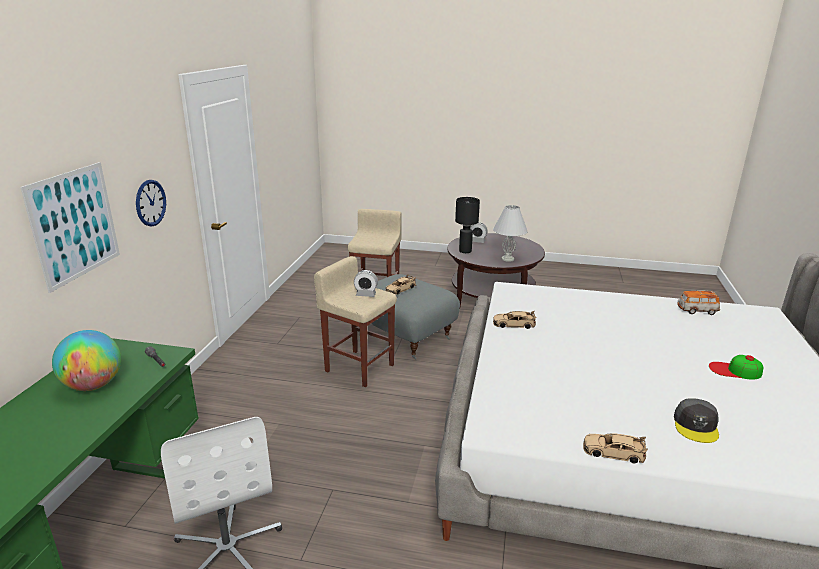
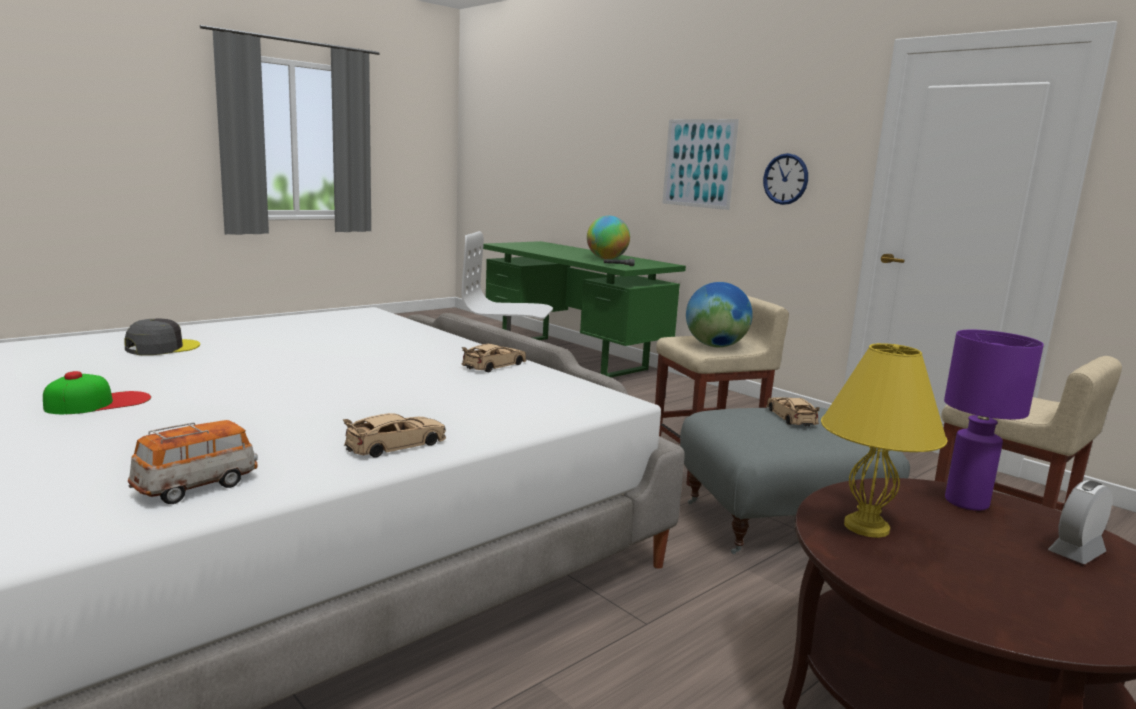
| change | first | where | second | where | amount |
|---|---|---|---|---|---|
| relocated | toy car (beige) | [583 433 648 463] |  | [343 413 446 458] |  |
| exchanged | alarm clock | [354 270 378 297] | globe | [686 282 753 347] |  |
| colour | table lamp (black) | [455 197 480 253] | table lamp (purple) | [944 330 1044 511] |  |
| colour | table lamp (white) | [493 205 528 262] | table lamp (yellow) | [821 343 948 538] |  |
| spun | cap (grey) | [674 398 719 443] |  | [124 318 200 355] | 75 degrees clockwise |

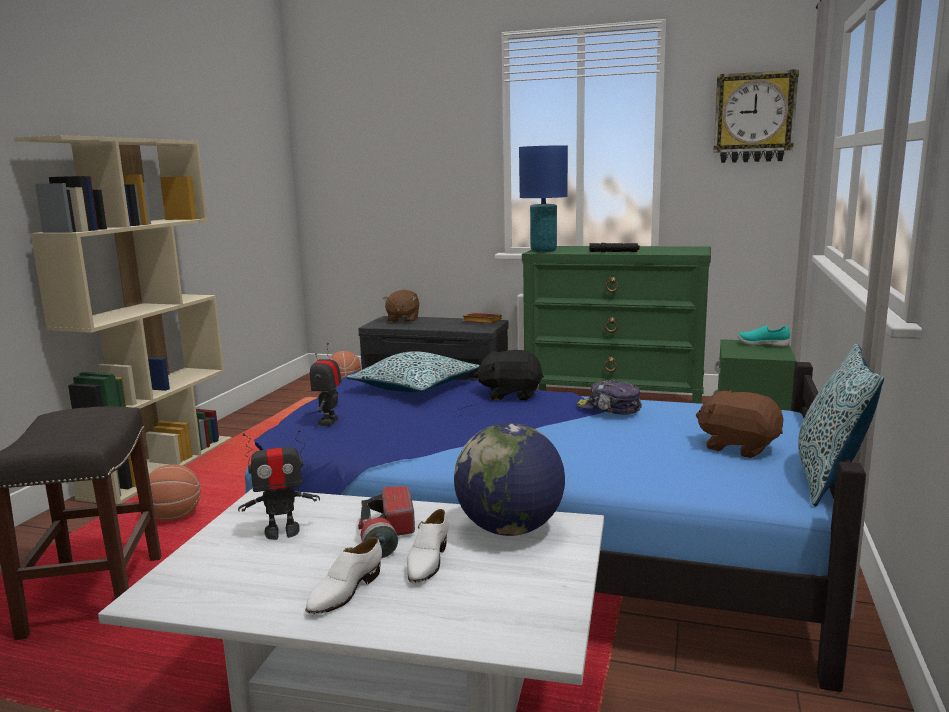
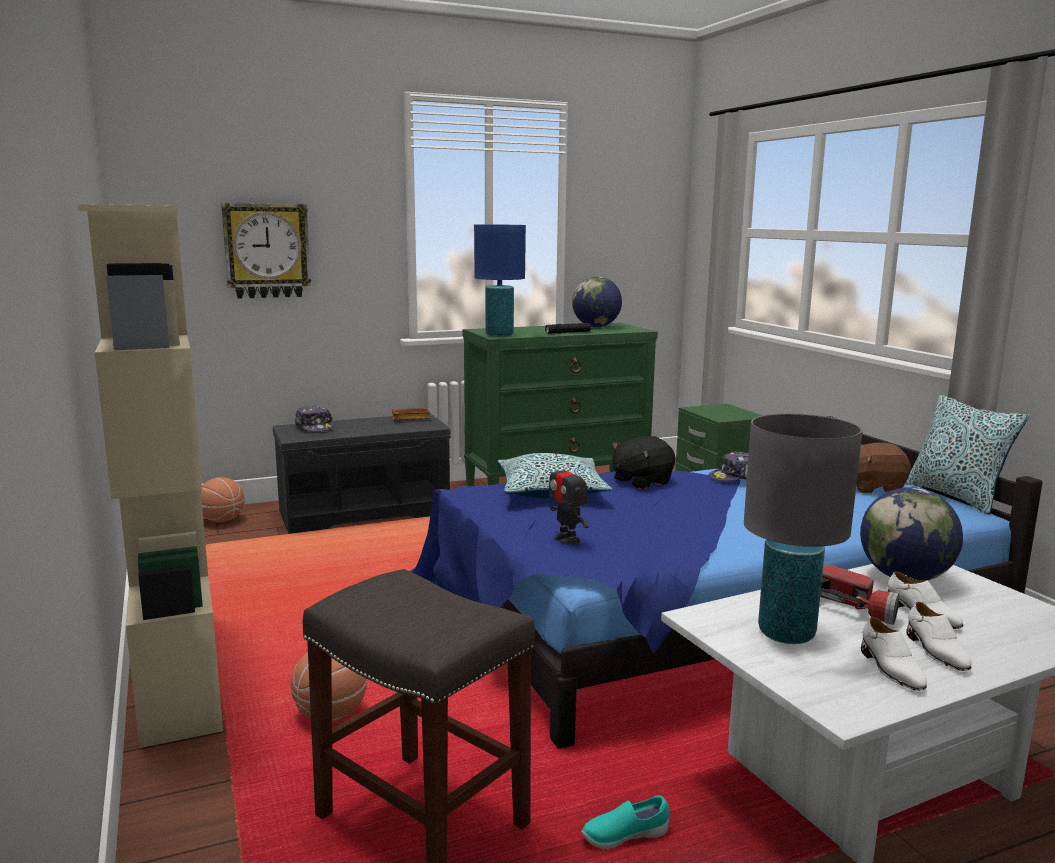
| change | first | where | second | where | amount |
|---|---|---|---|---|---|
| appeared |  |  | globe | [572 277 622 327] |  |
| appeared |  |  | shoe (white) | [861 617 927 691] |  |
| relocated | wall clock | [713 69 799 163] |  | [221 203 311 299] |  |
| relocated | shoe (turquoise) | [737 325 790 347] |  | [581 795 670 849] |  |
| exchanged | toy robot | [238 430 320 540] | table lamp (grey) | [744 413 863 644] |  |
| exchanged | plush toy (brown) | [383 290 419 323] | cap | [295 405 334 432] |  |

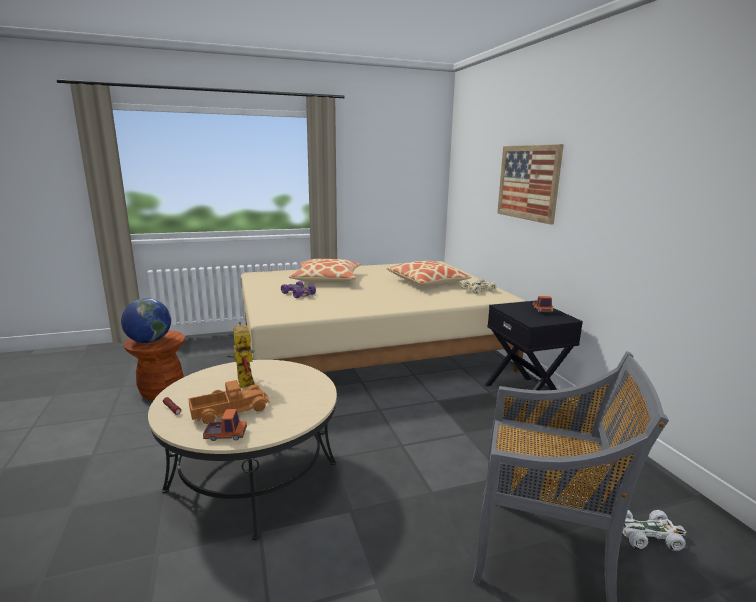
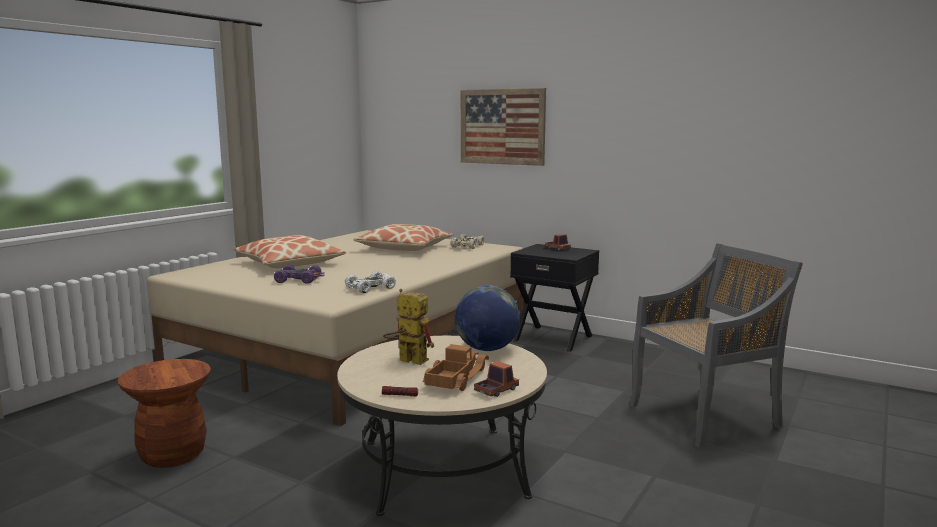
| change | first | where | second | where | amount |
|---|---|---|---|---|---|
| relocated | globe | [121 298 171 343] |  | [455 285 520 351] |  |
| relocated | toy car (white) | [623 510 686 551] |  | [345 271 396 293] |  |

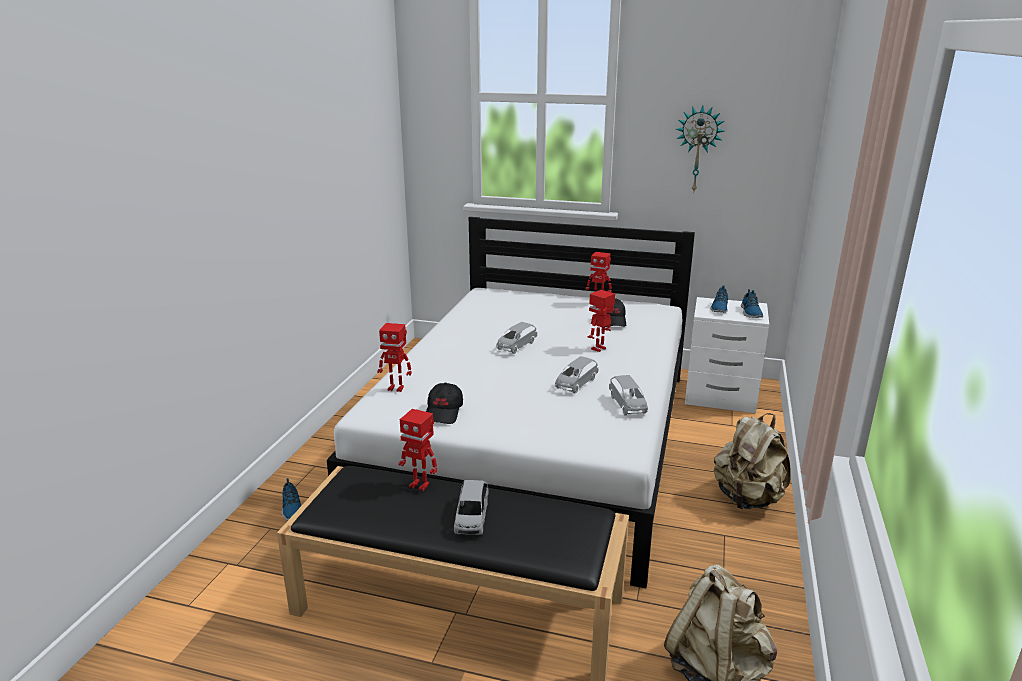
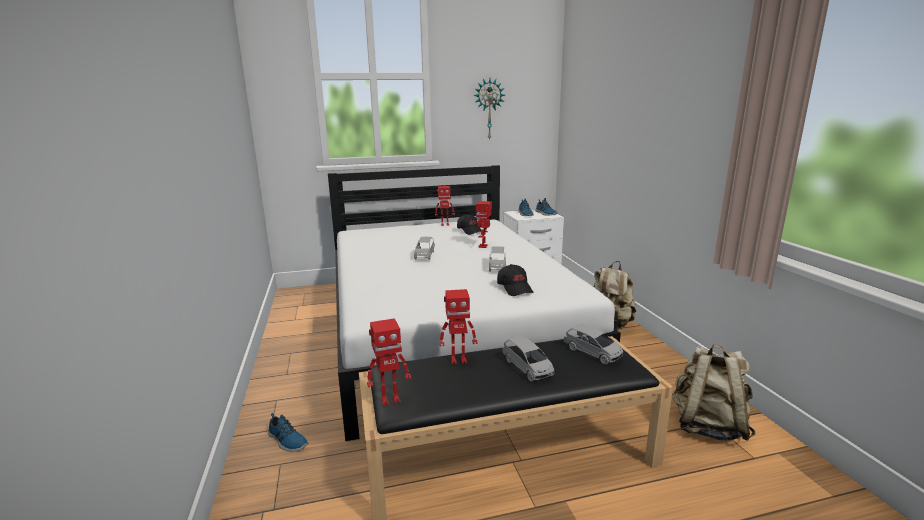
| change | first | where | second | where | amount |
|---|---|---|---|---|---|
| relocated | toy robot | [377 323 412 392] |  | [367 318 411 406] |  |
| relocated | cap (black) | [426 383 463 424] |  | [497 264 533 296] |  |
| relocated | toy car (grey) | [609 375 648 415] |  | [564 323 623 364] |  |

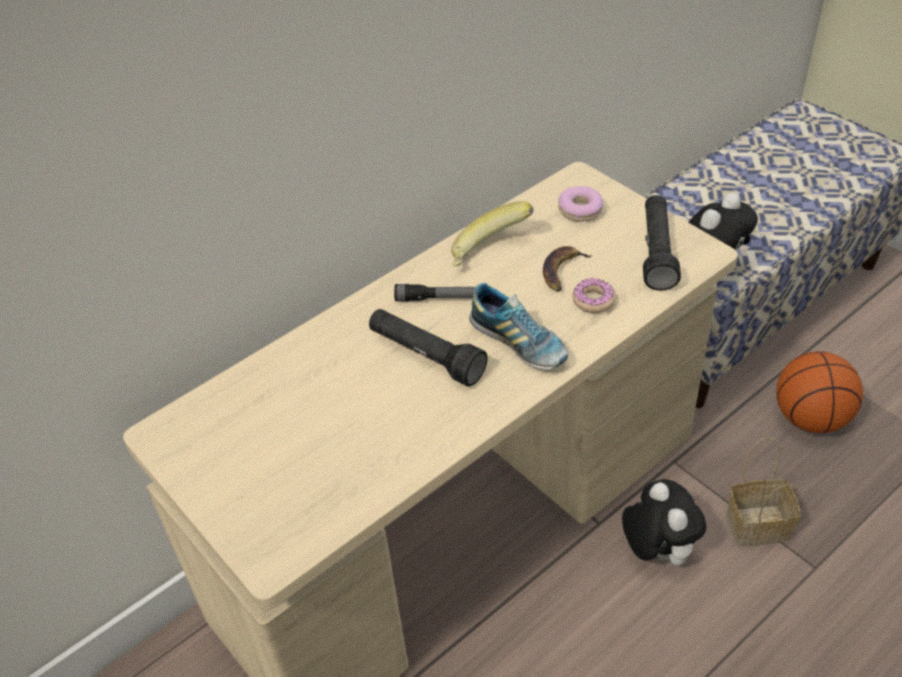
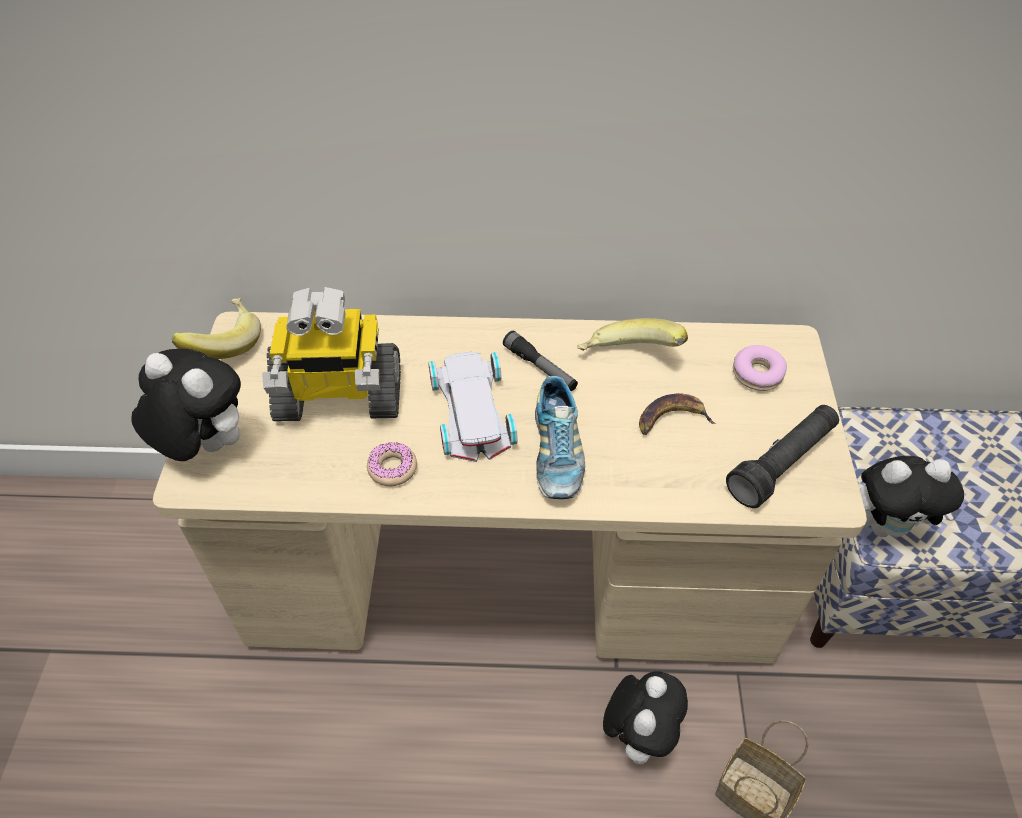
| change | first | where | second | where | amount |
|---|---|---|---|---|---|
| missing | basketball | [776 351 863 433] |  |  |  |
| appeared |  |  | plush toy | [131 349 241 461] |  |
| appeared |  |  | banana | [172 298 261 359] |  |
| appeared |  |  | toy robot | [262 287 401 421] |  |
| relocated | donut | [572 278 616 313] |  | [367 442 417 486] |  |
| exchanged | flashlight (black) | [369 309 488 387] | toy car (white) | [428 352 518 462] |  |

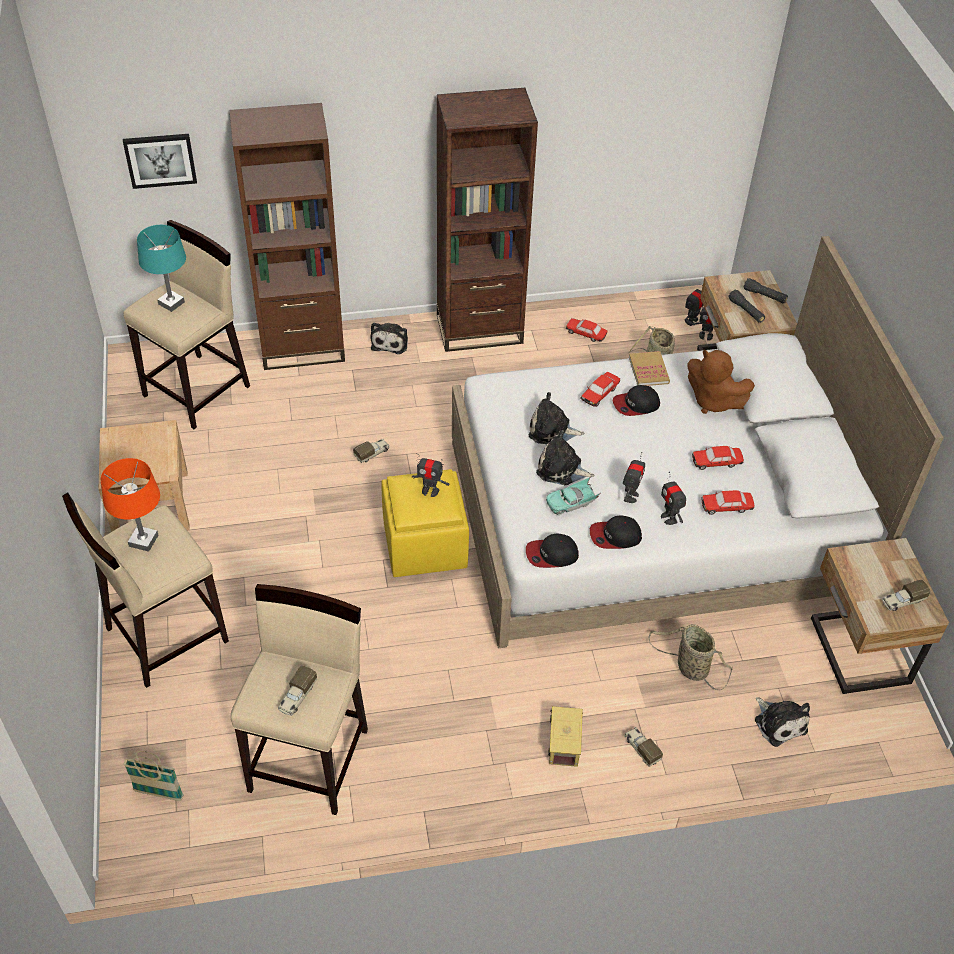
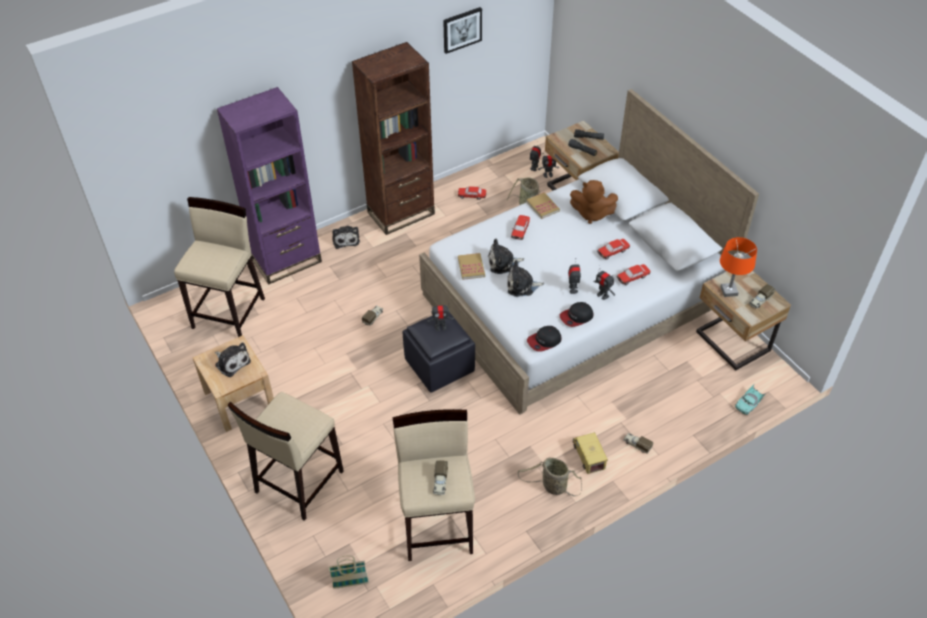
| change | first | where | second | where | amount |
|---|---|---|---|---|---|
| missing | table lamp (turquoise) | [137 225 186 312] |  |  |  |
| missing | cap | [613 385 660 416] |  |  |  |
| appeared |  |  | book | [458 253 485 280] |  |
| relocated | table lamp (orange) | [101 458 160 552] |  | [720 237 757 297] |  |
| relocated | picture | [123 134 197 189] |  | [443 7 482 54] |  |
| relocated | toy car (turquoise) | [546 477 600 515] |  | [735 384 767 415] |  |
| relocated | basket | [648 624 733 690] |  | [518 458 582 496] |  |
| relocated | plush toy | [755 697 810 747] |  | [215 342 251 377] |  |
| colour | bookcase (brown) | [230 103 345 370] | bookcase (purple) | [217 87 322 284] |  |
| colour | ottoman (yellow) | [381 469 469 577] | ottoman (black) | [402 312 475 393] |  |

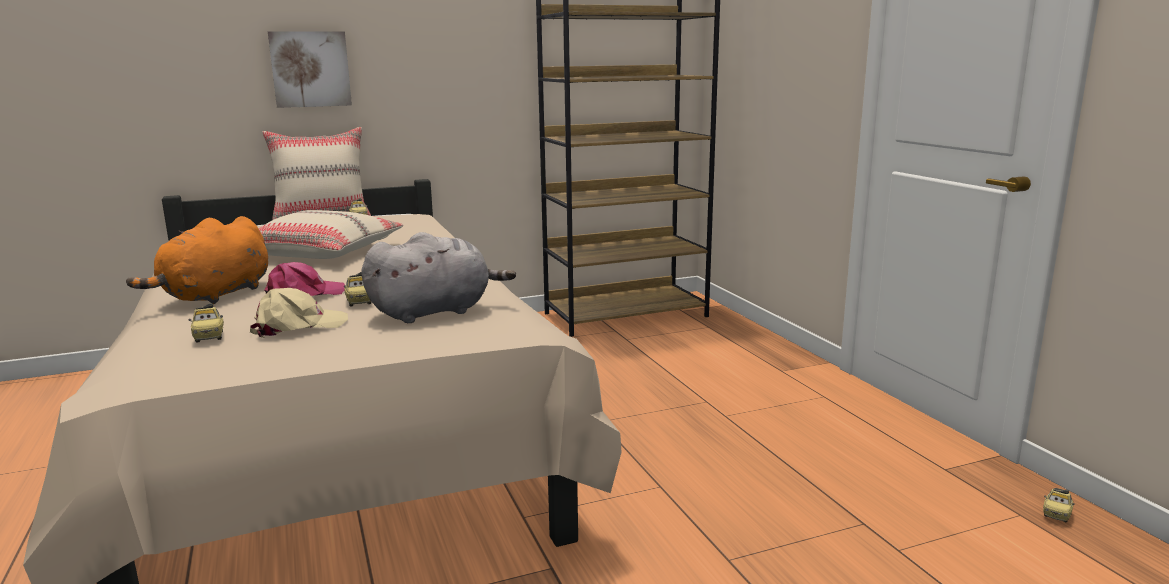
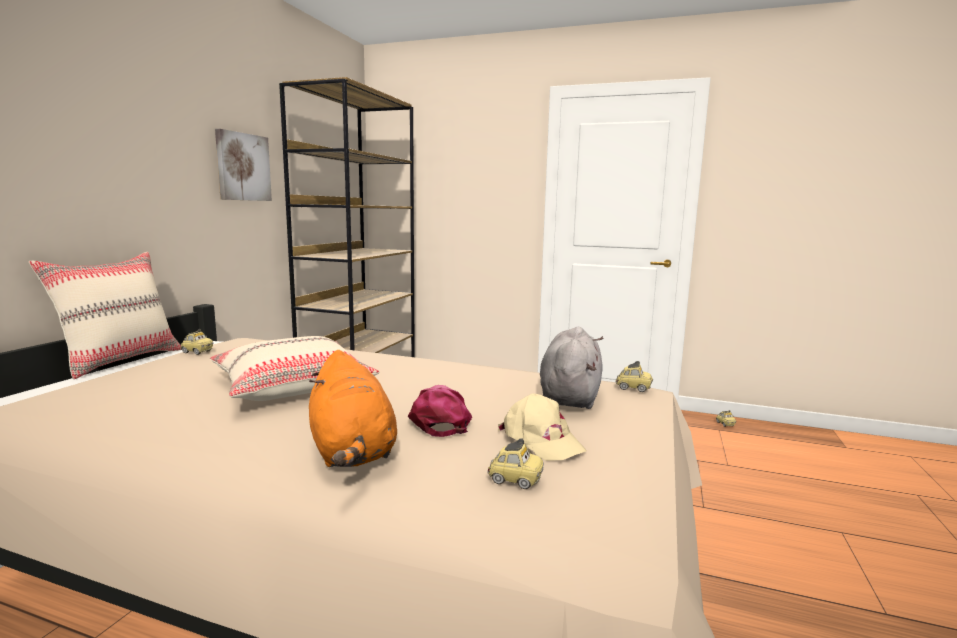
| change | first | where | second | where | amount |
|---|---|---|---|---|---|
| relocated | picture | [268 31 352 108] |  | [215 129 272 201] |  |
| relocated | toy car | [344 272 371 307] |  | [615 361 653 392] |  |
| spun | cap (beige) | [250 288 348 338] |  | [498 393 586 461] | 135 degrees clockwise |

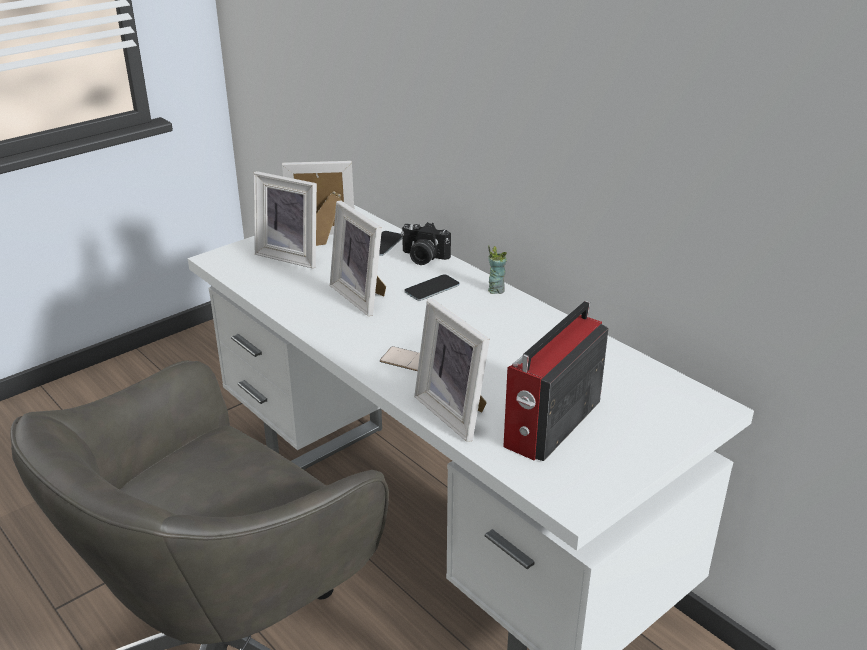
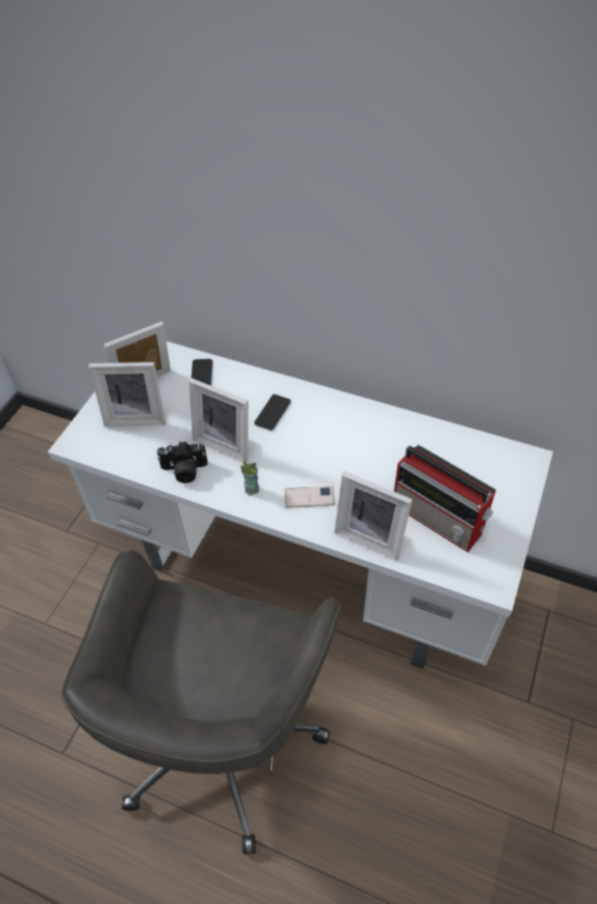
| change | first | where | second | where | amount |
|---|---|---|---|---|---|
| relocated | photo camera | [401 222 451 265] |  | [157 441 208 483] |  |
| relocated | cup | [488 245 507 294] |  | [240 461 259 496] |  |
| spun | radio | [503 301 609 461] |  | [394 445 496 552] | 60 degrees counterclockwise |

